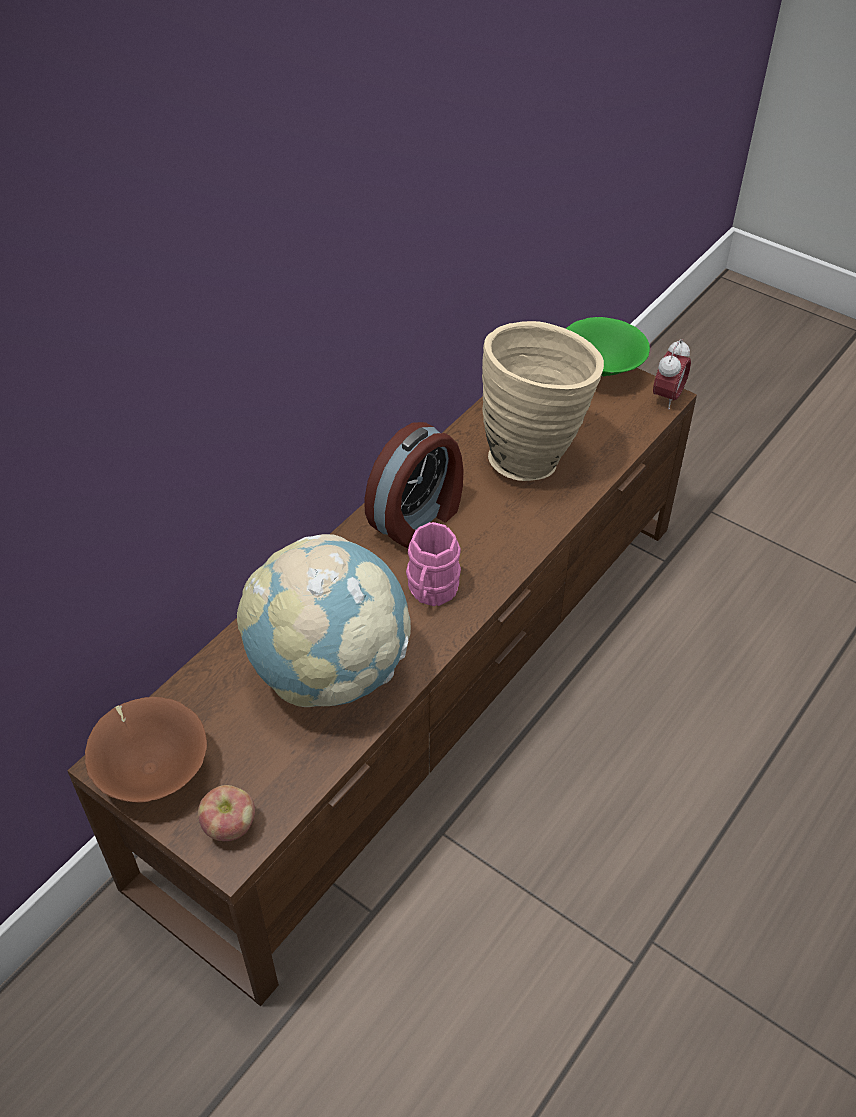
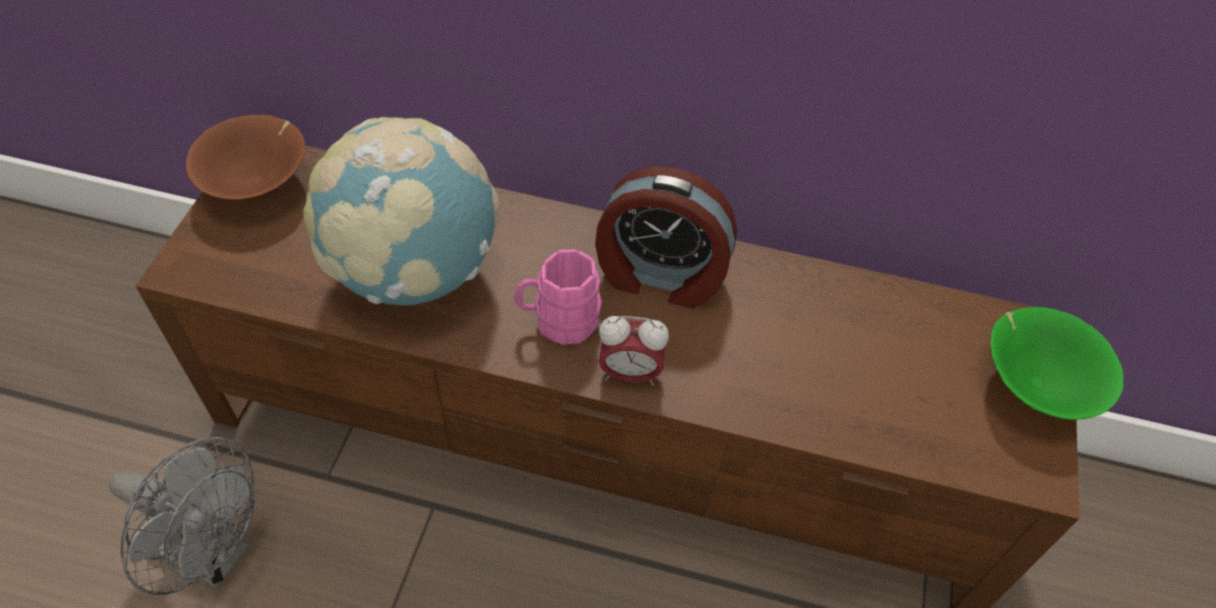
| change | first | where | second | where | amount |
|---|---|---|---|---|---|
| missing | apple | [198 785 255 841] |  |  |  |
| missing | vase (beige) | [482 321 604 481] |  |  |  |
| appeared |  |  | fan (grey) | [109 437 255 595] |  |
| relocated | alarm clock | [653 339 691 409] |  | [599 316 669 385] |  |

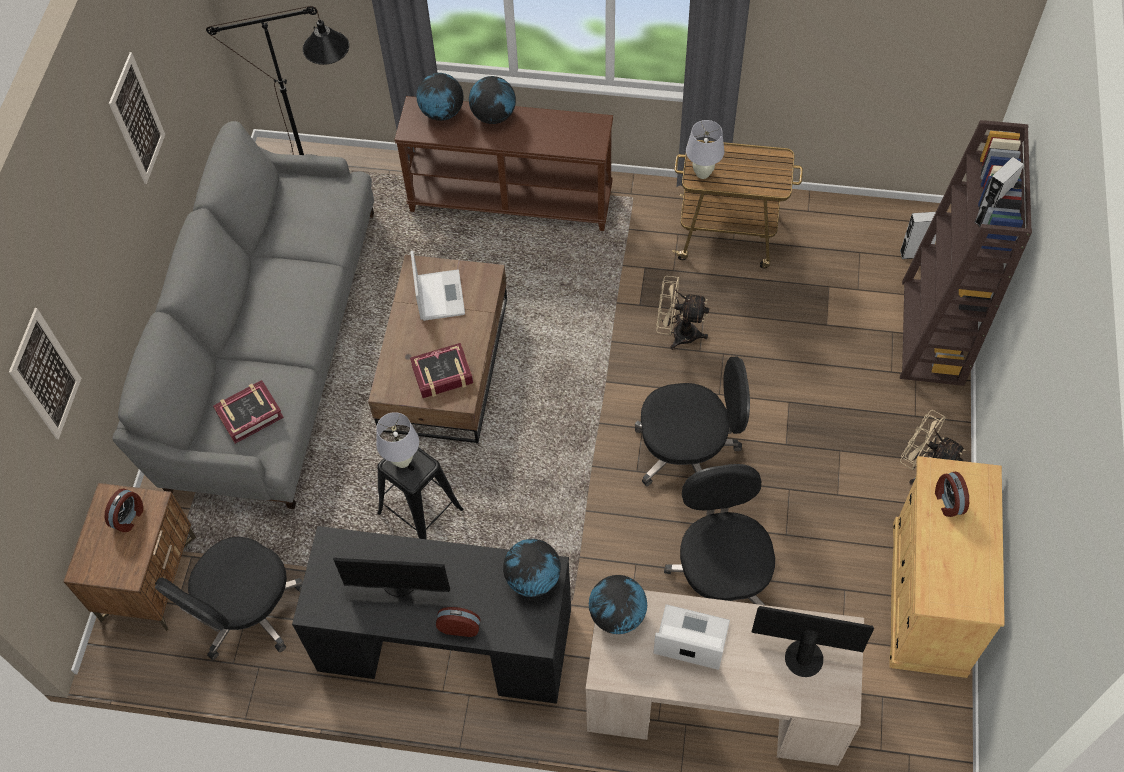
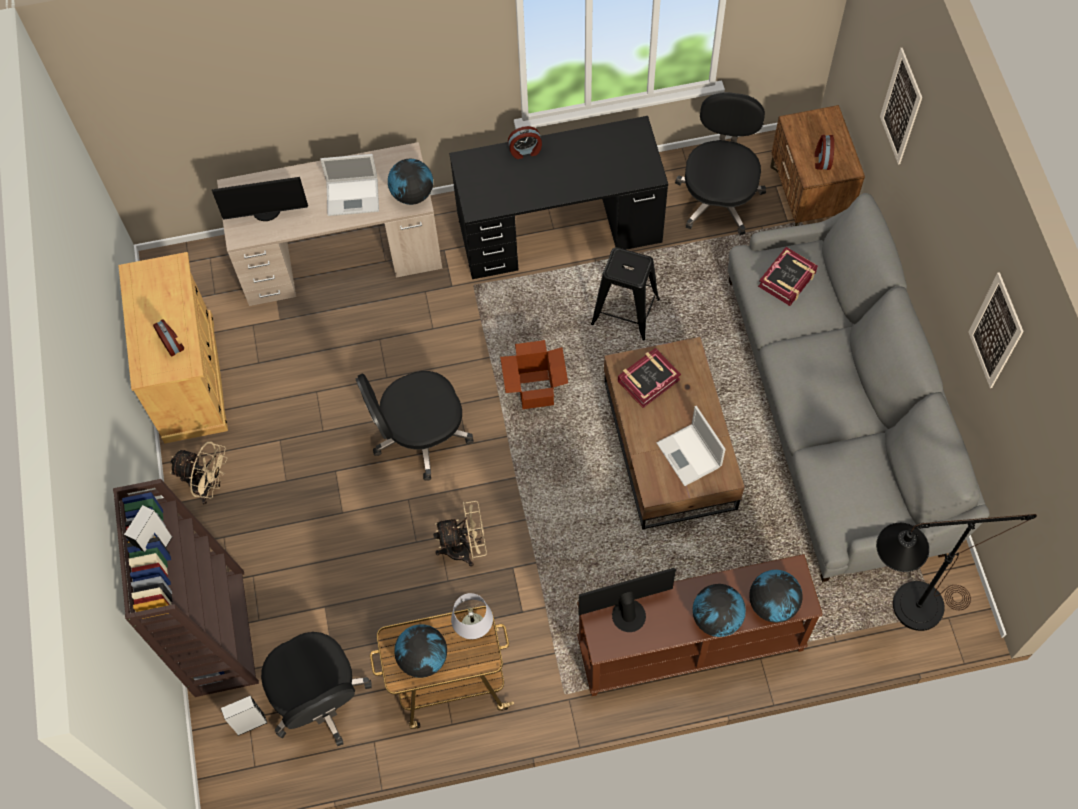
| change | first | where | second | where | amount |
|---|---|---|---|---|---|
| missing | table lamp (white) | [376 412 419 468] |  |  |  |
| appeared |  |  | cardboard box | [500 340 568 409] |  |
| relocated | monitor | [333 558 450 597] |  | [579 568 676 632] |  |
| relocated | globe | [503 539 561 597] |  | [394 624 447 678] |  |
| relocated | office chair (black) | [664 464 775 605] |  | [261 632 372 746] |  |

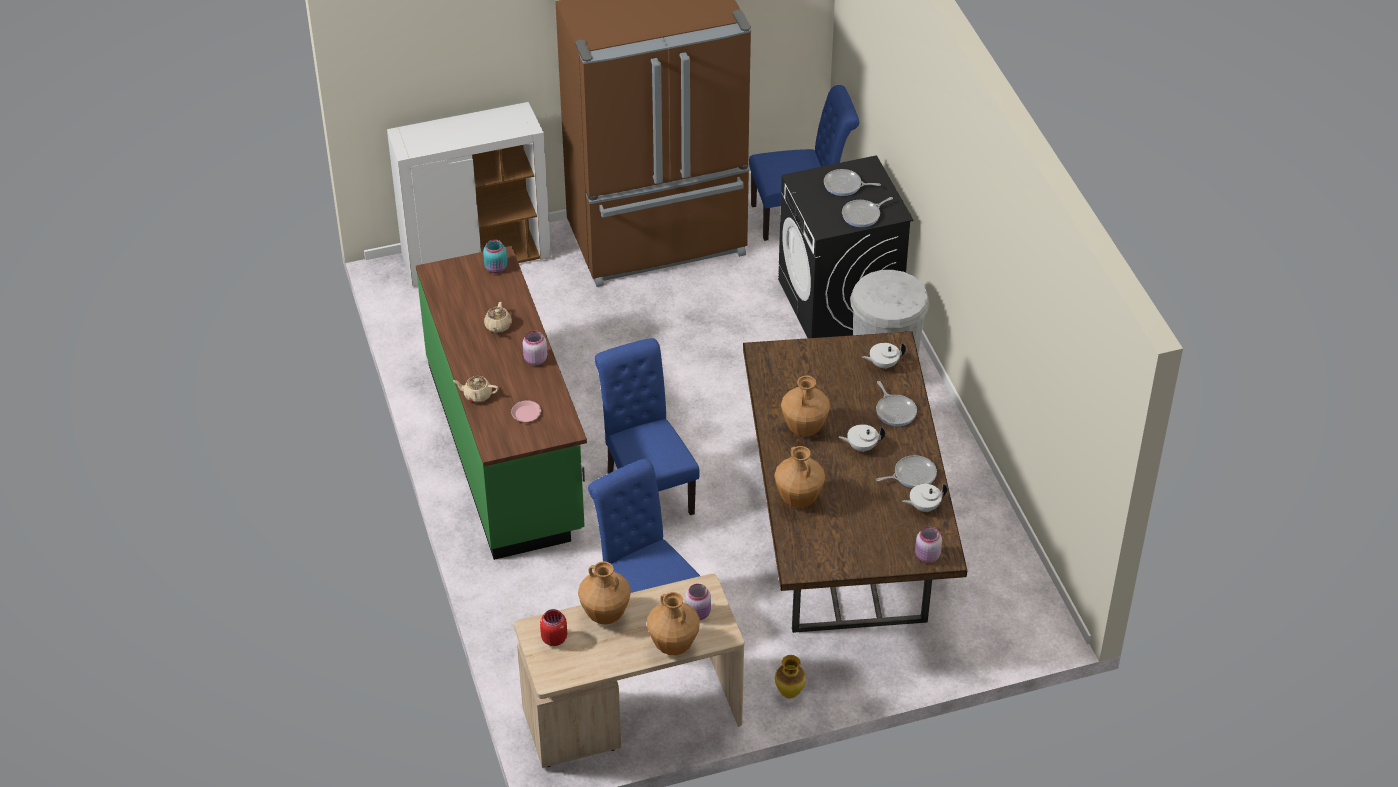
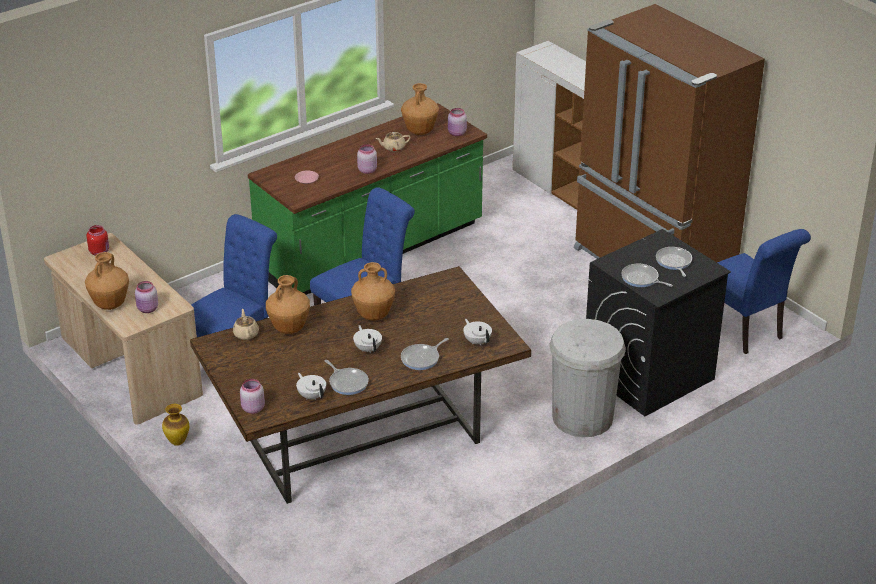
| change | first | where | second | where | amount |
|---|---|---|---|---|---|
| relocated | teapot (beige) | [453 376 499 403] |  | [233 309 259 340] |  |
| relocated | vase (brown) | [578 561 631 625] |  | [401 83 439 135] |  |
| colour | jar (turquoise) | [483 240 507 273] | jar (pink) | [448 108 467 136] |  |

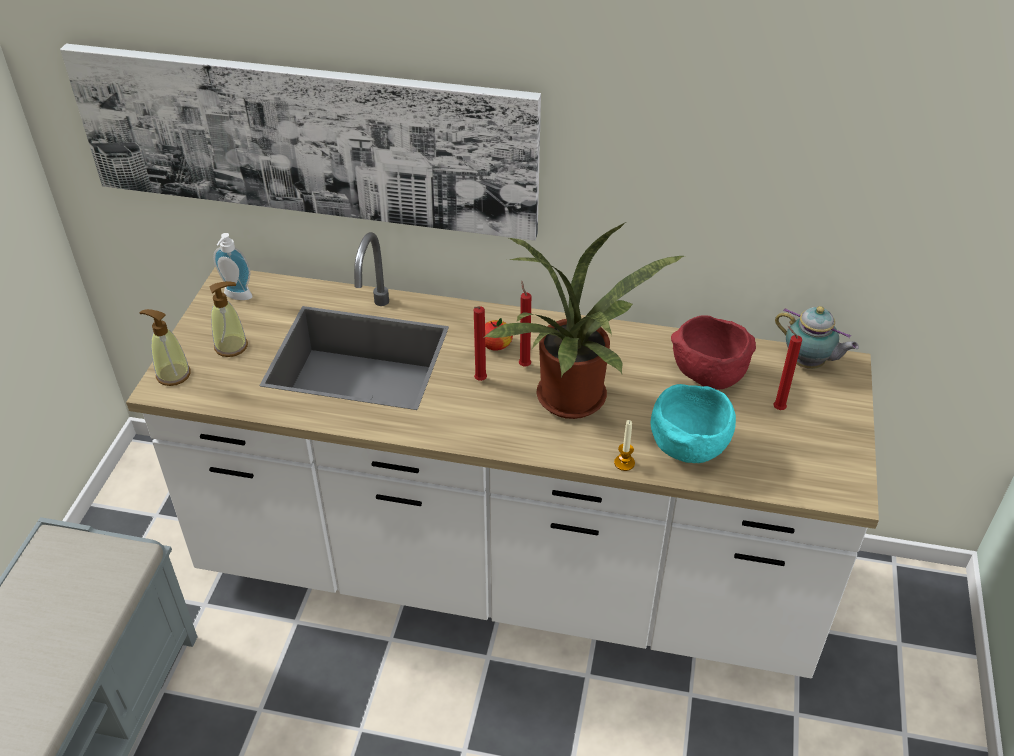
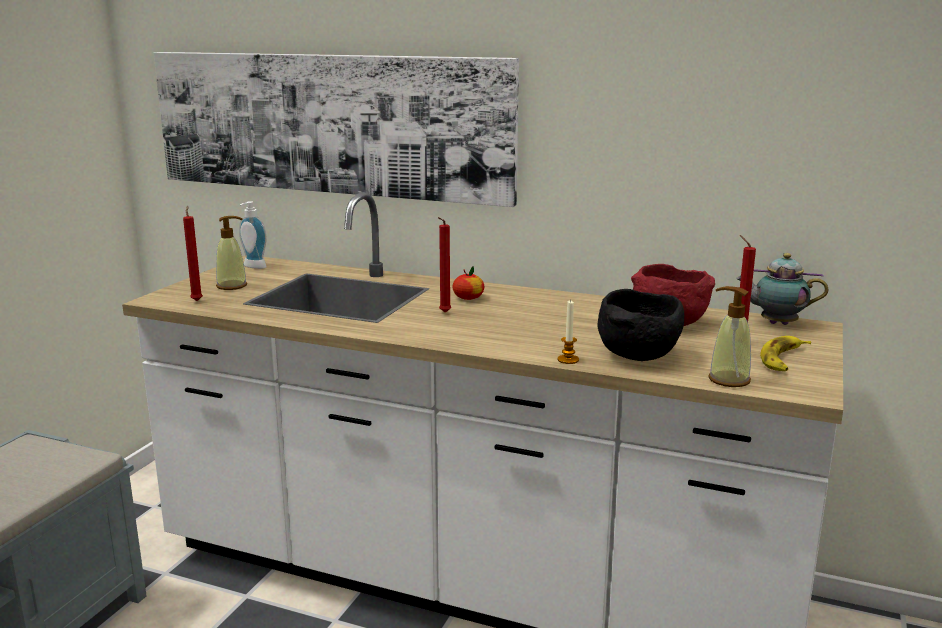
| change | first | where | second | where | amount |
|---|---|---|---|---|---|
| missing | potted plant | [483 222 683 419] |  |  |  |
| appeared |  |  | banana | [760 336 811 371] |  |
| relocated | soap dispenser | [140 309 191 386] |  | [709 286 751 387] |  |
| relocated | candle (red) | [519 281 531 366] |  | [183 206 203 301] |  |
| colour | bowl (turquoise) | [651 384 736 463] | bowl (black) | [598 289 684 361] |  |
| spun | teapot | [775 306 859 369] |  | [736 253 828 325] | 150 degrees clockwise |

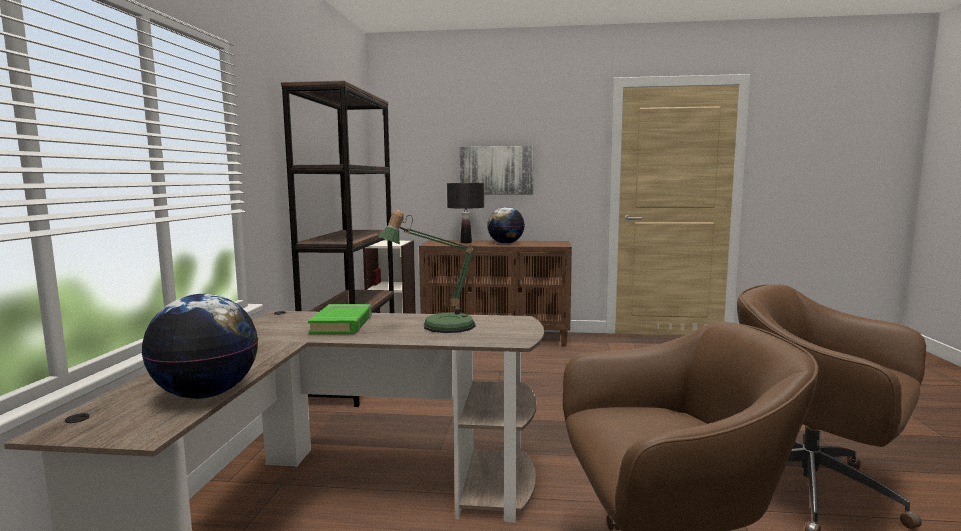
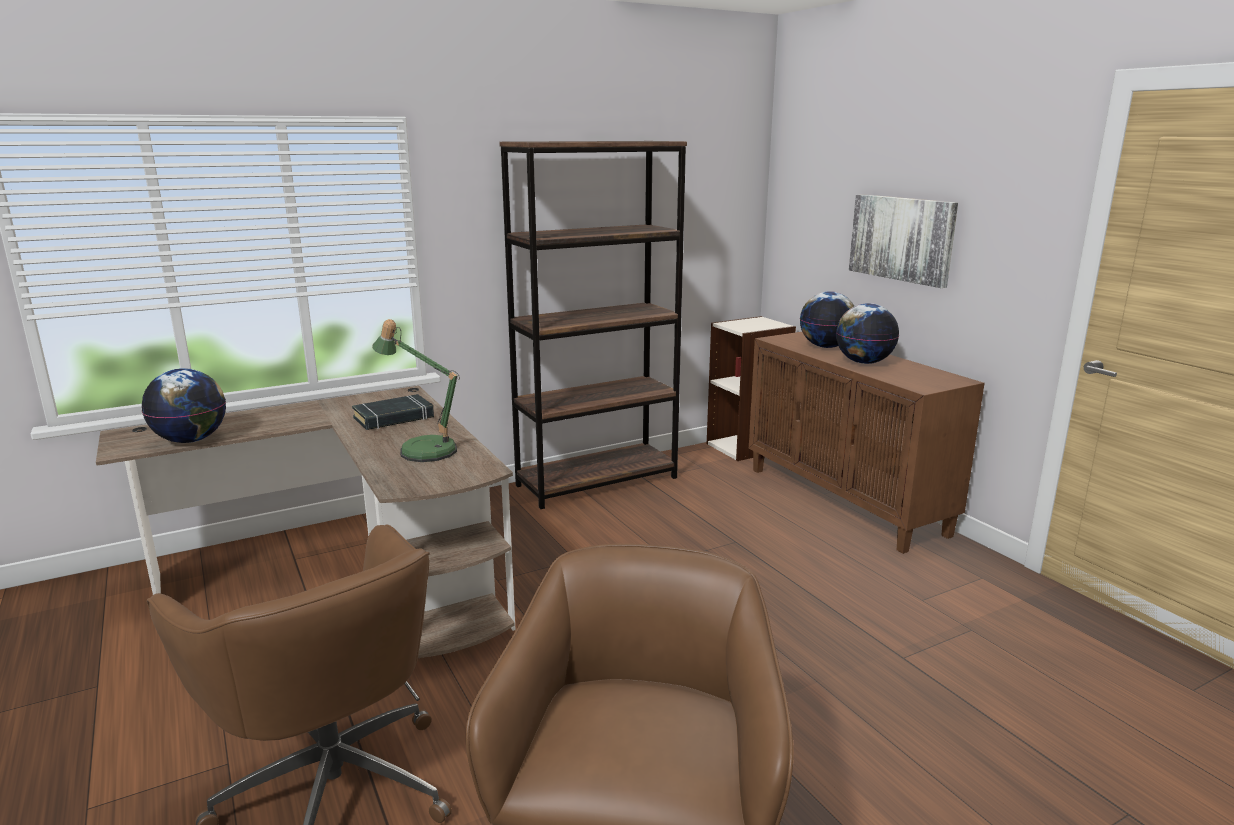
| change | first | where | second | where | amount |
|---|---|---|---|---|---|
| exchanged | table lamp (black) | [447 183 484 243] | globe | [800 291 854 348] |  |
| colour | book (green) | [308 304 372 334] | book (black) | [352 394 434 430] |  |

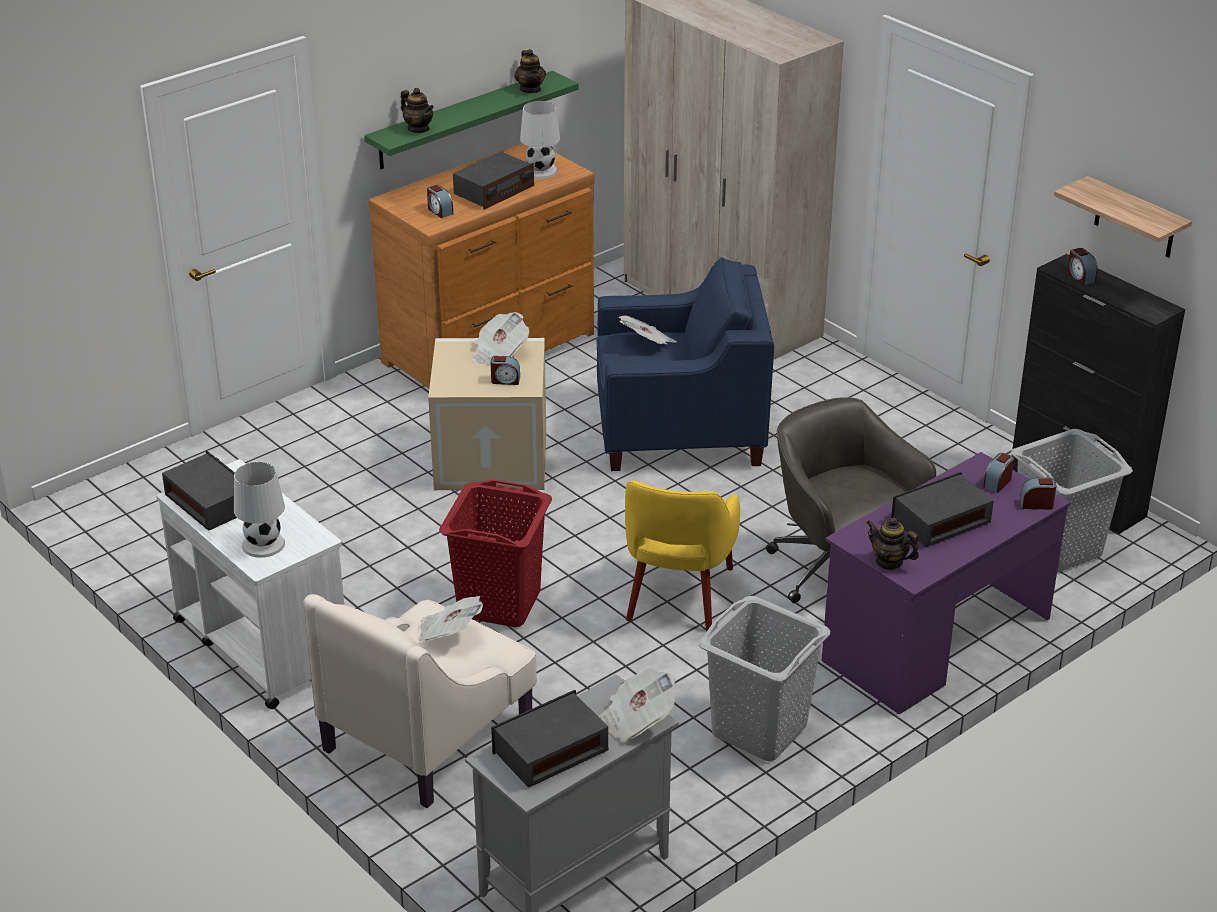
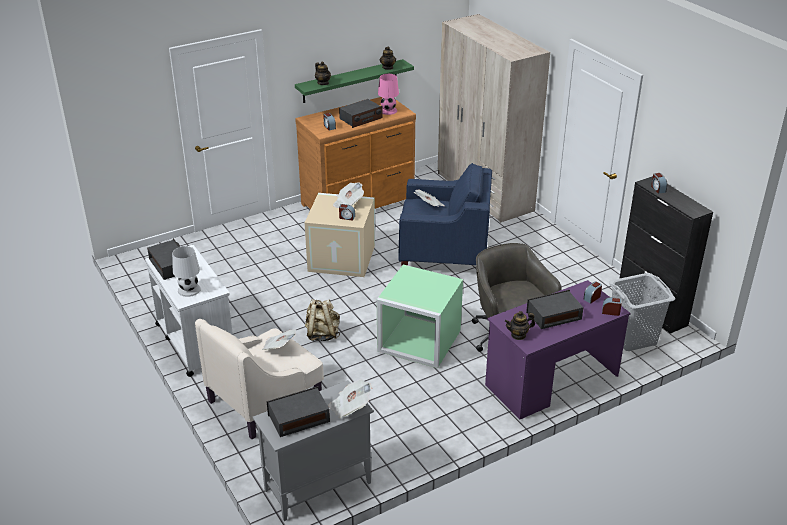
| change | first | where | second | where | amount |
|---|---|---|---|---|---|
| missing | laundry basket (grey) | [698 596 831 761] |  |  |  |
| missing | shelf | [1054 176 1192 258] |  |  |  |
| exchanged | laundry basket (red) | [439 479 552 627] | backpack (beige) | [305 299 340 341] |  |
| exchanged | armchair (yellow) | [625 480 740 632] | storage box (green) | [377 265 463 369] |  |
| colour | table lamp (white) | [520 101 560 179] | table lamp (pink) | [378 74 399 115] |  |
| spun | teapot | [866 518 919 570] |  | [505 311 535 340] | 60 degrees counterclockwise |

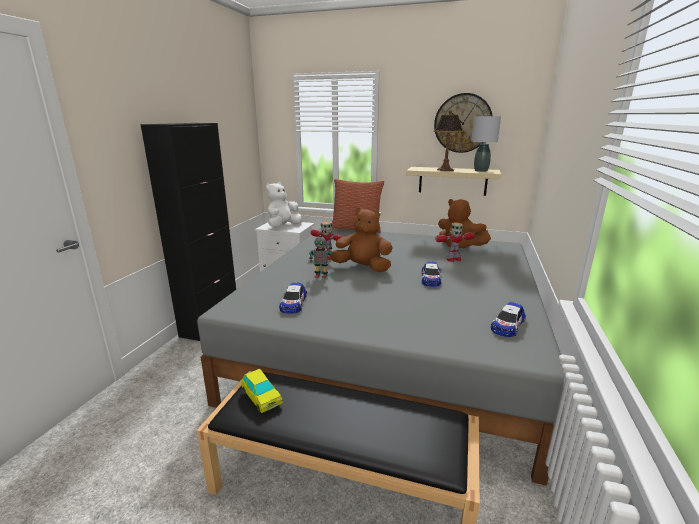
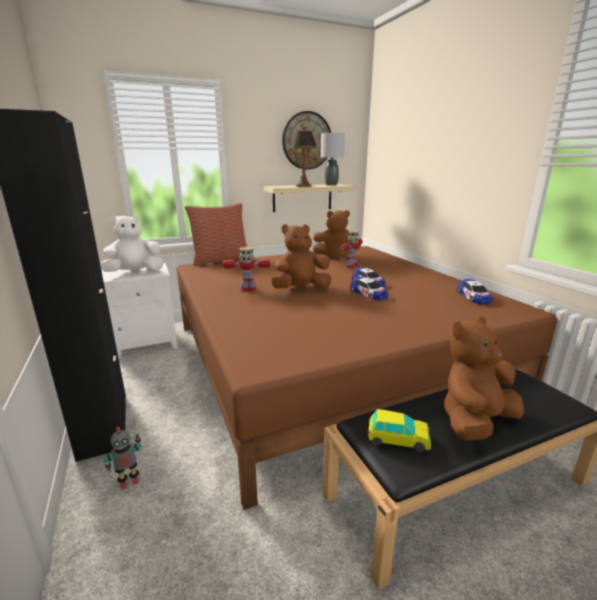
| change | first | where | second | where | amount |
|---|---|---|---|---|---|
| appeared |  |  | plush toy (brown) | [444 316 524 441] |  |
| relocated | toy car | [279 283 307 314] |  | [350 277 388 300] |  |
| relocated | toy robot | [309 233 332 278] |  | [104 427 142 490] |  |
| colour | bed (grey) | [197 228 565 486] | bed (brown) | [177 246 557 510] |  |
| spun | plush toy (white) | [266 182 302 227] |  | [100 215 164 272] | 60 degrees clockwise |

